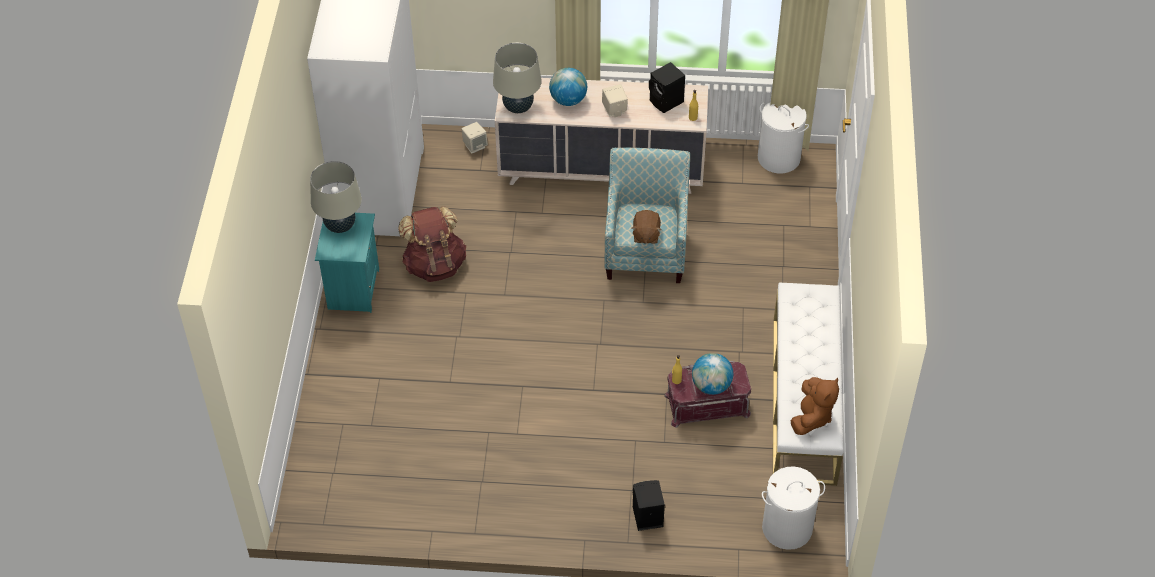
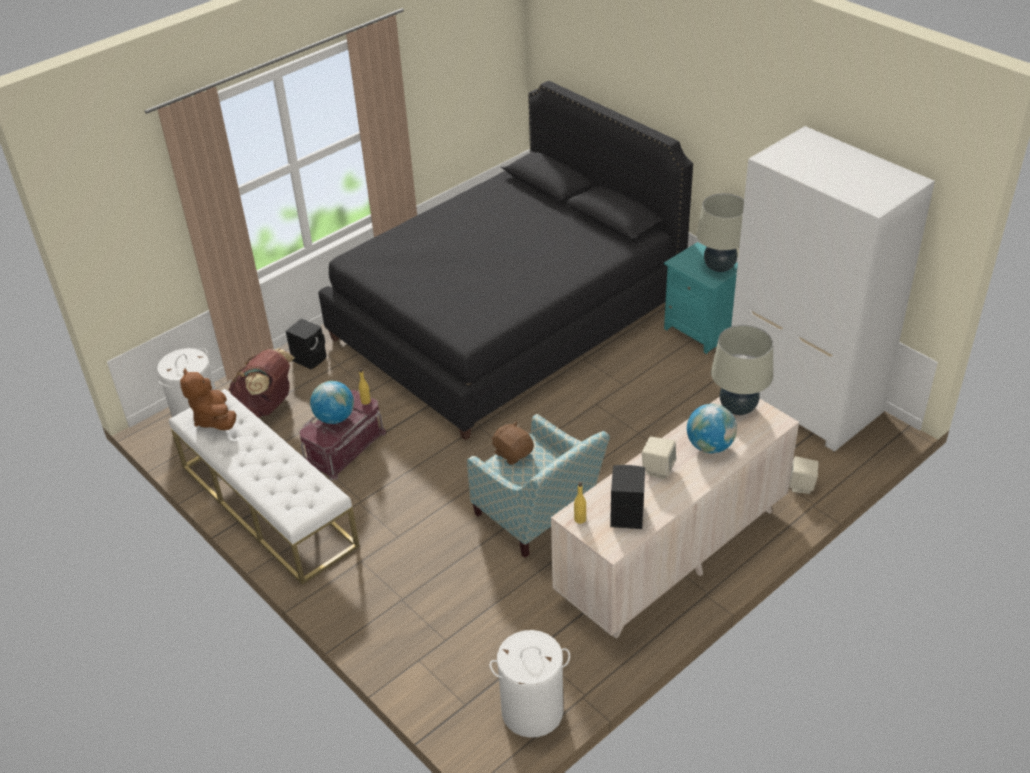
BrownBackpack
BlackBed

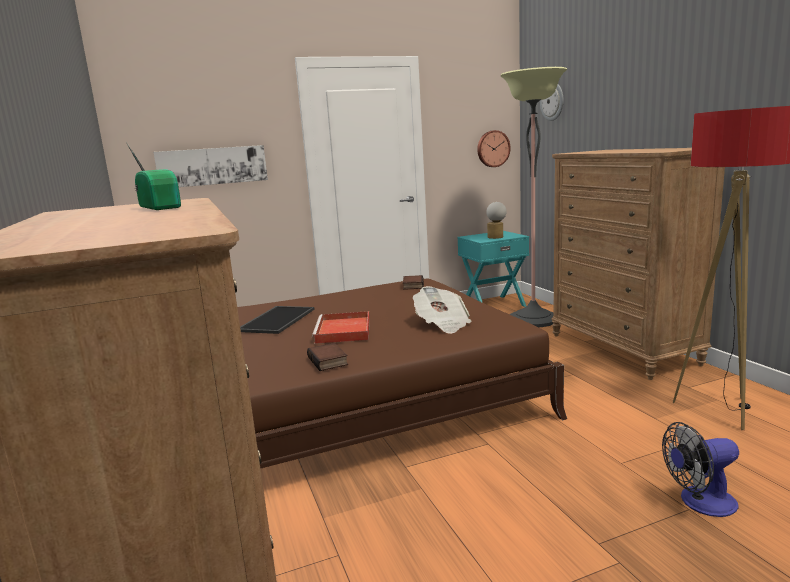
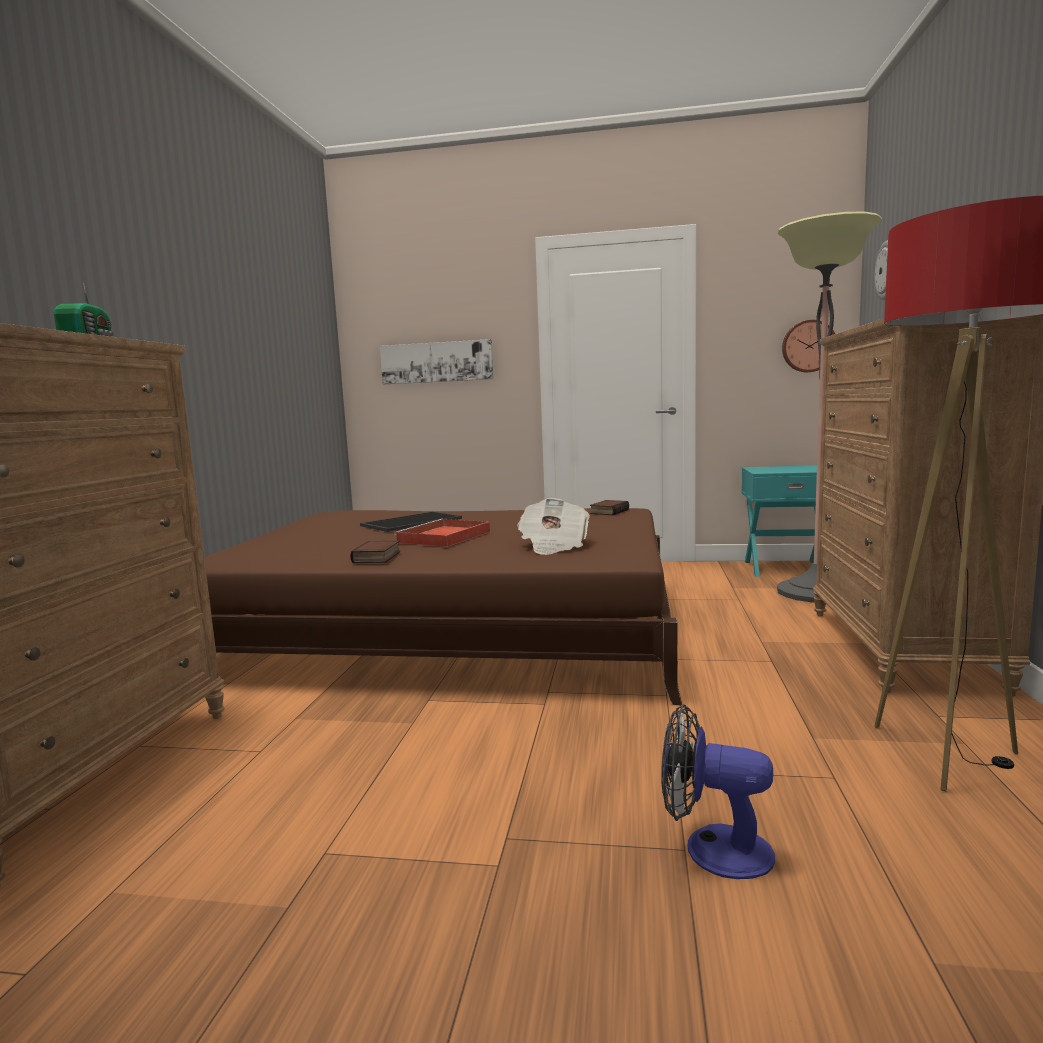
TableLamp

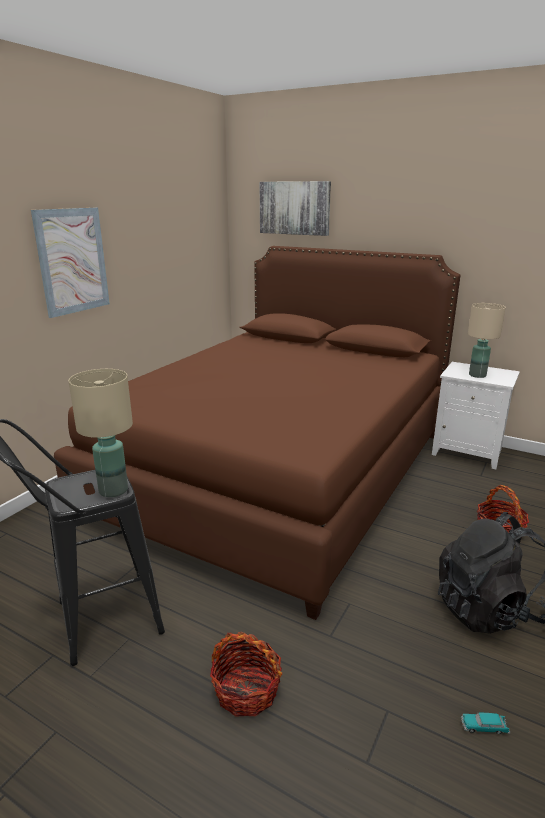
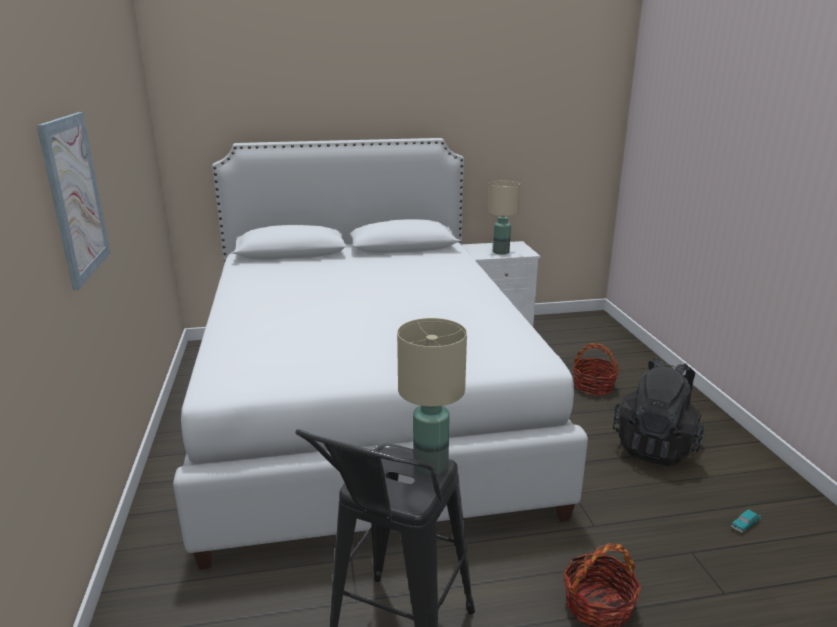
WhiteBed
Picture (no. 2 from left in the first image)

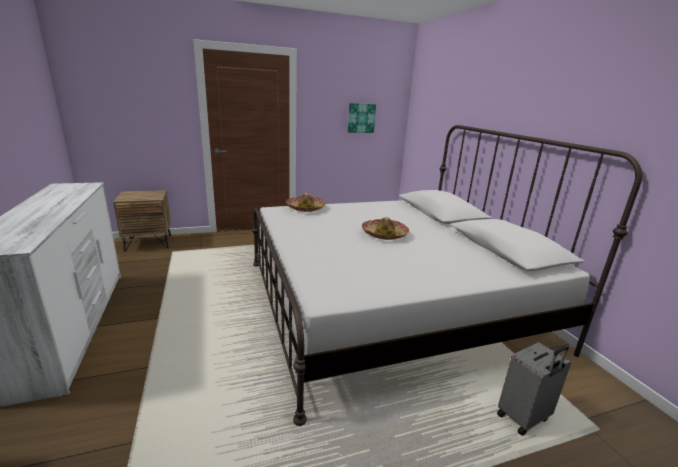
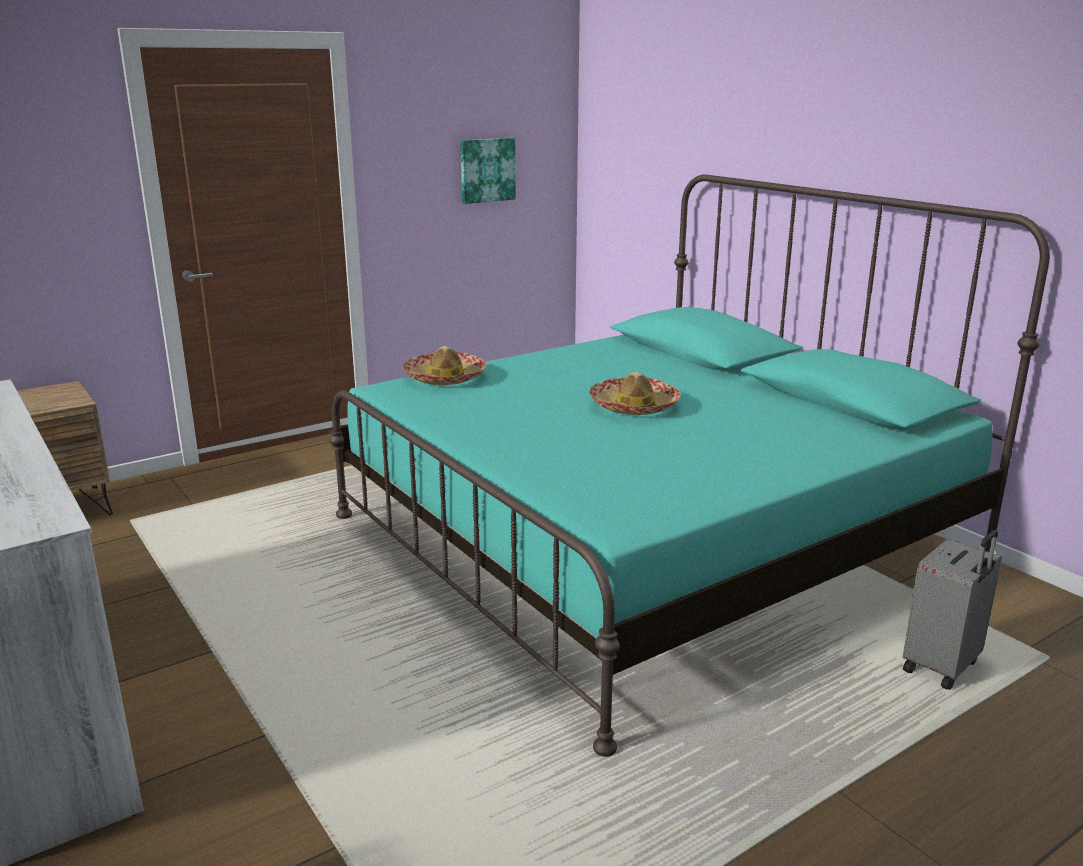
TurquoiseBed

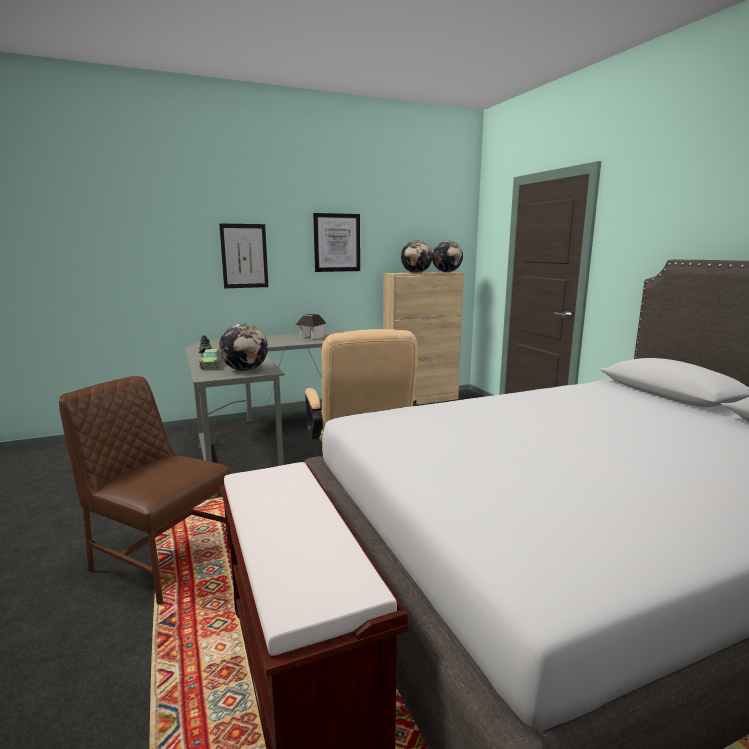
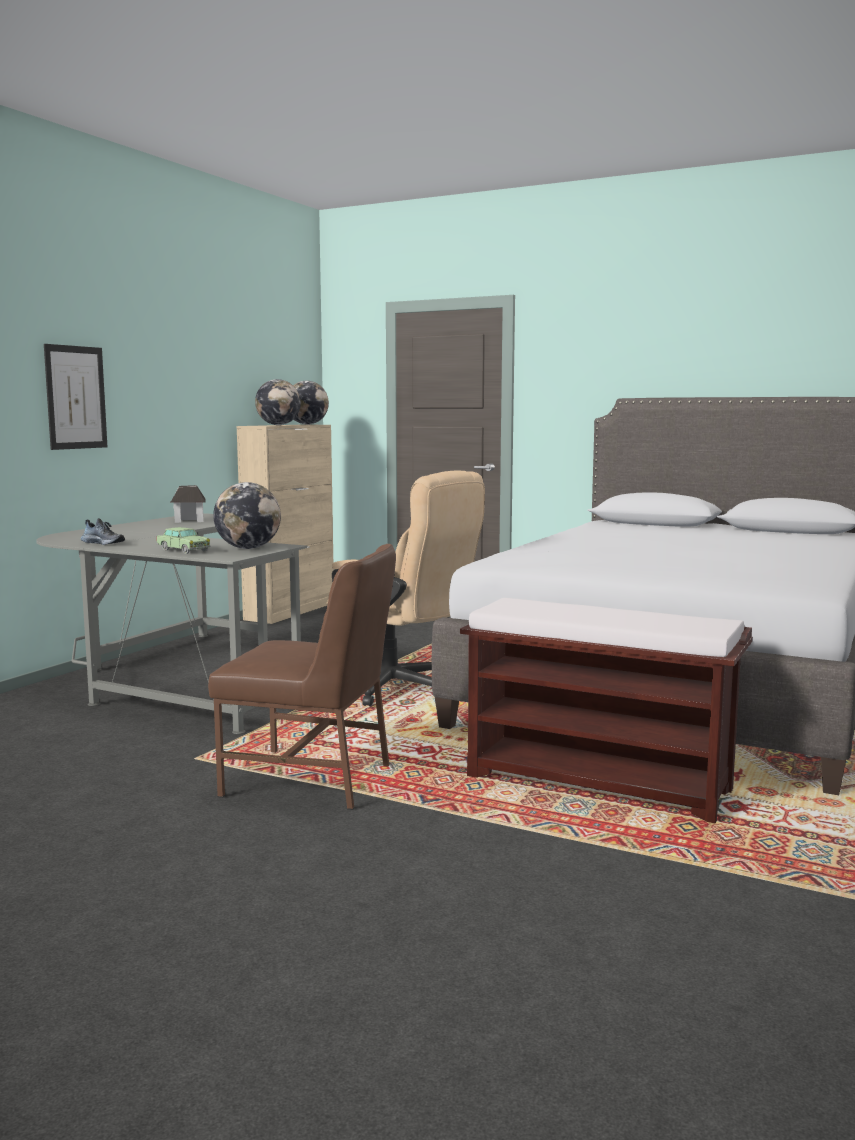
BrownChair
Picture (no. 2 from left in the first image)

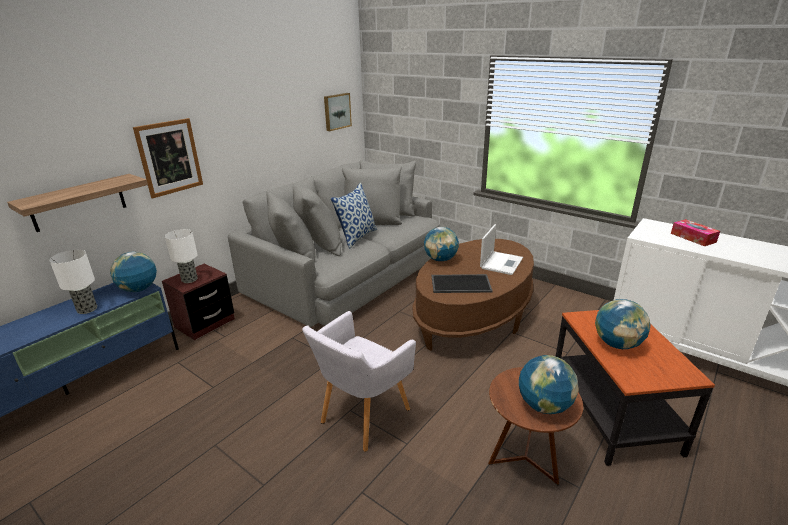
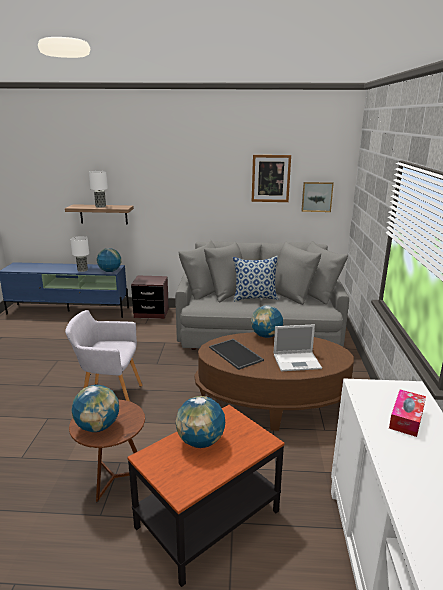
TableLamp (no. 2 from left)
Picture (no. 1 from left)

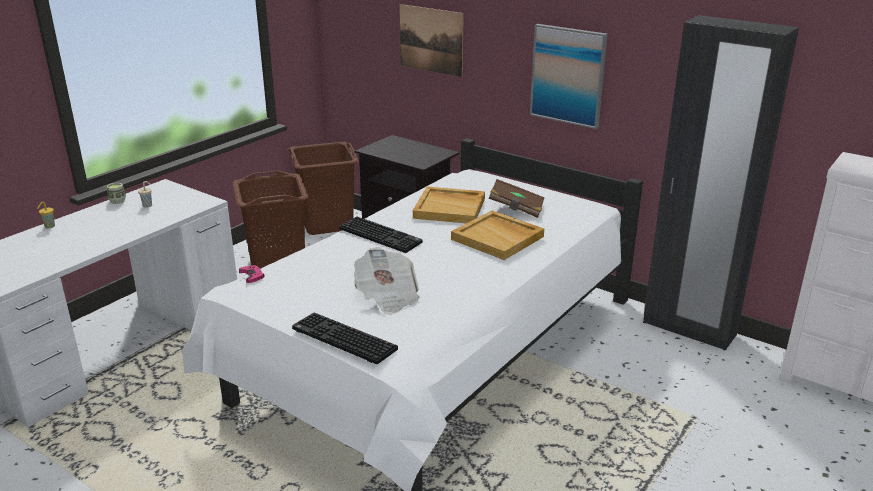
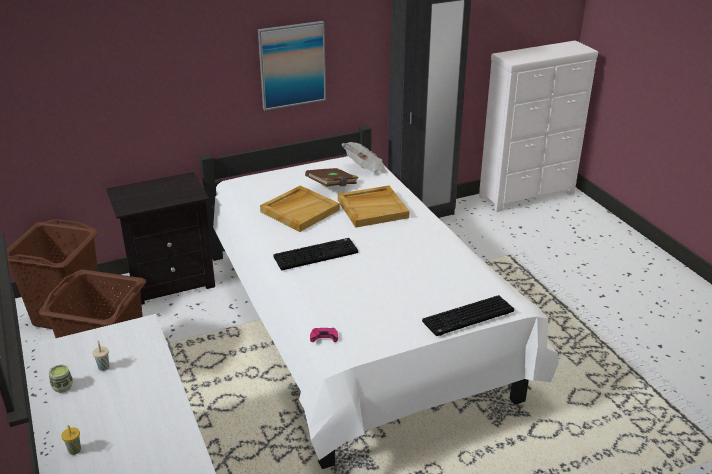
Newspaper
Picture (no. 1 from left in the first image)

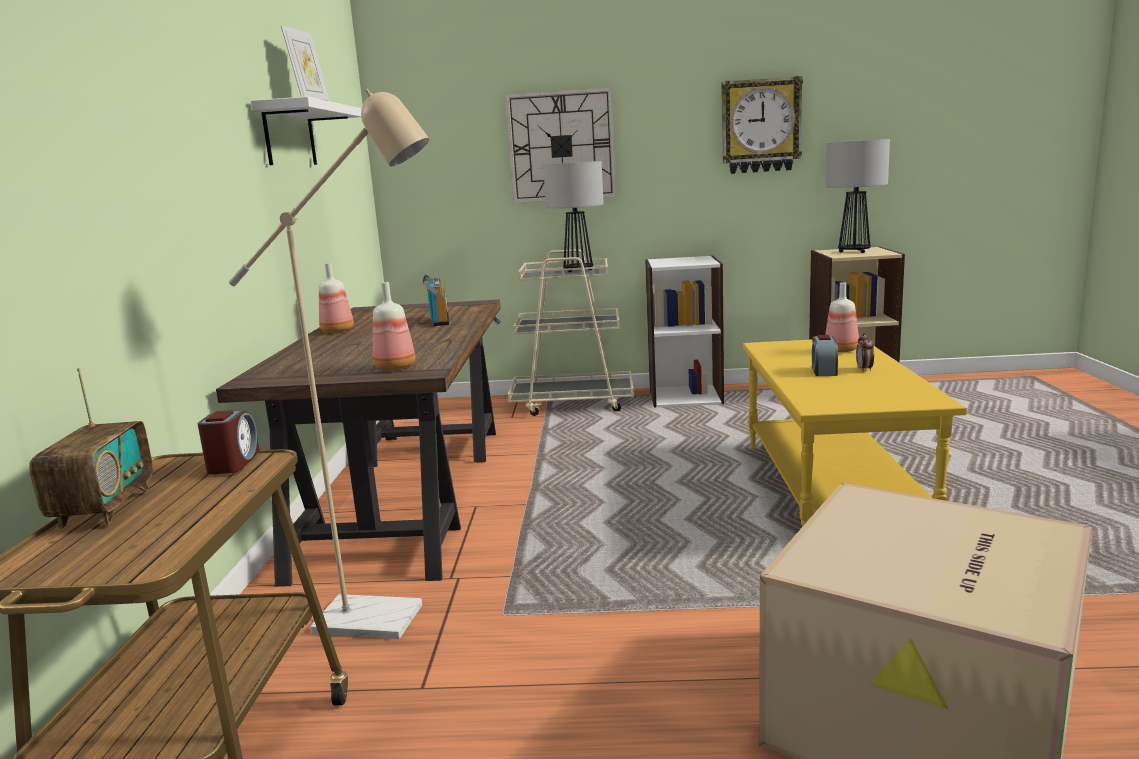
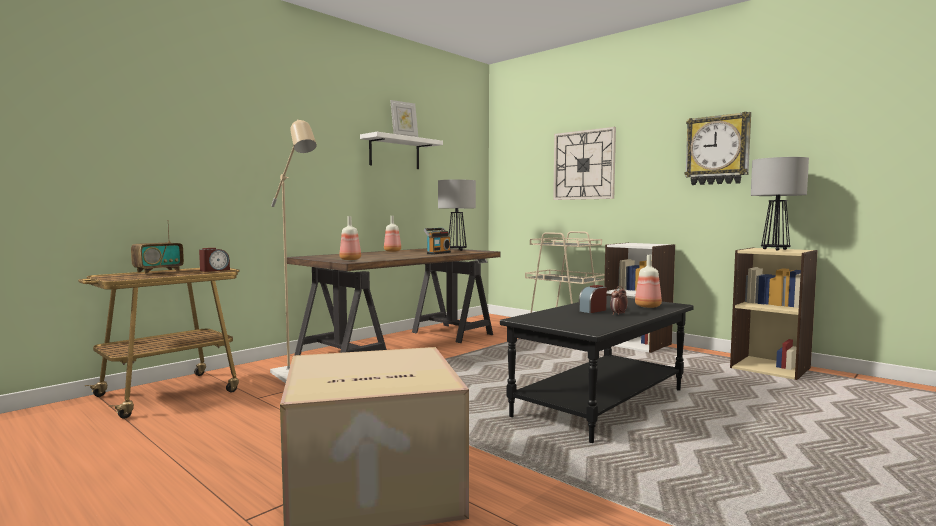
TableLamp (no. 1 from left)
BlackCoffeeTable

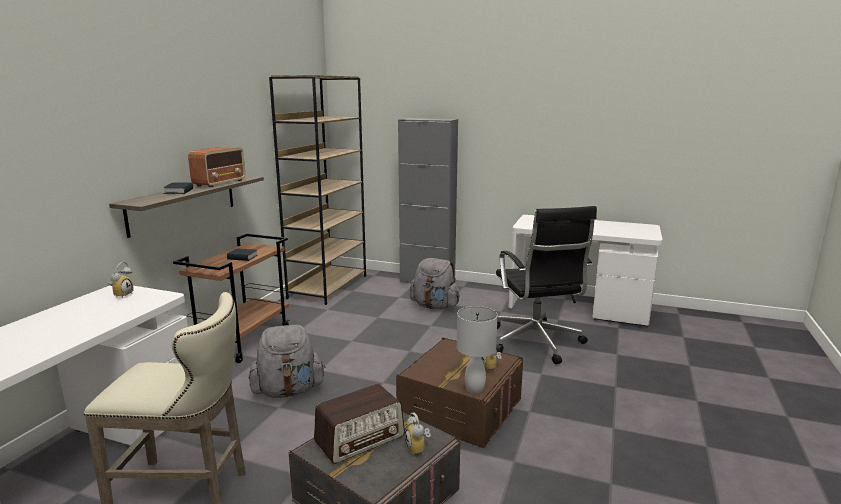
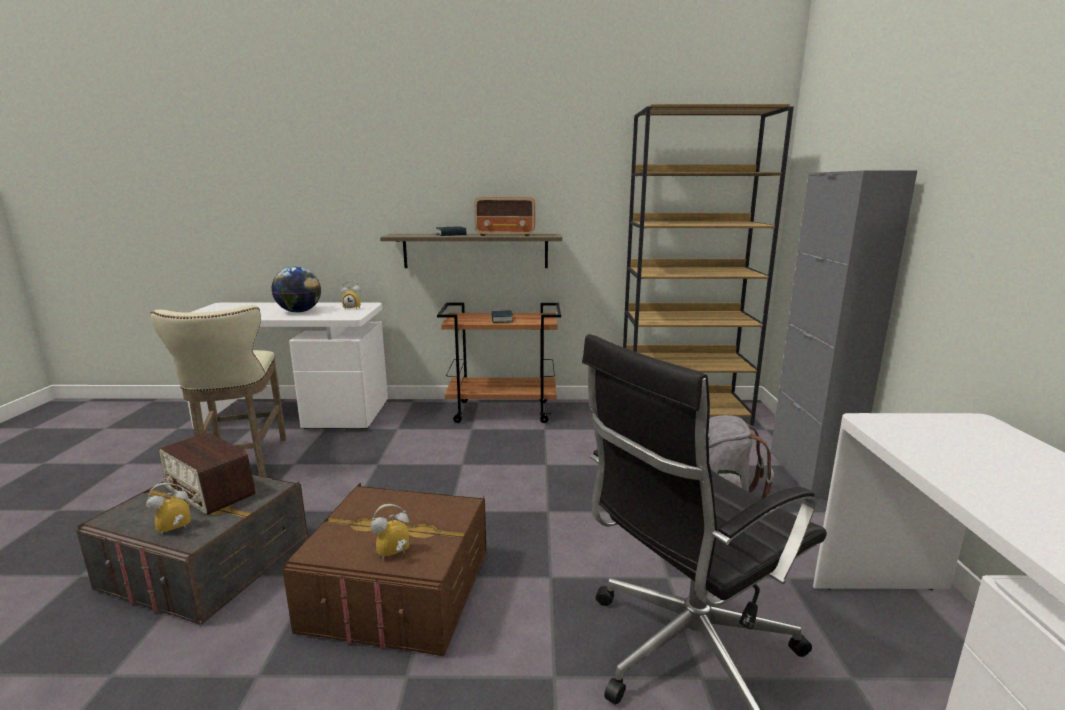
Globe
GreyBackpack (no. 1 from left in the first image)
WhiteTableLamp

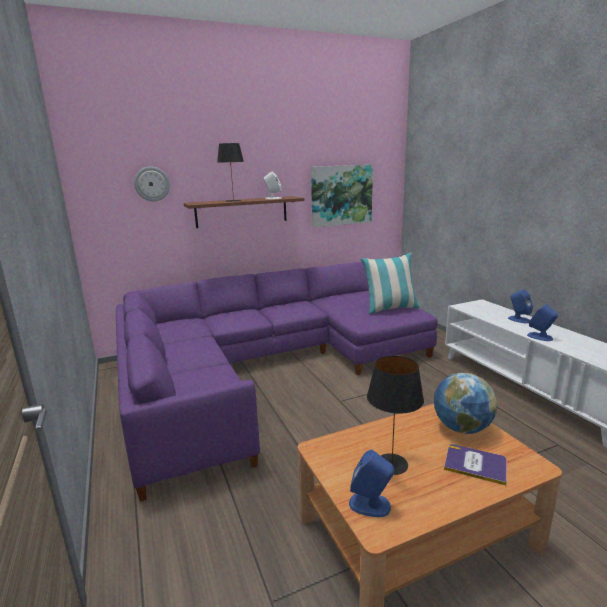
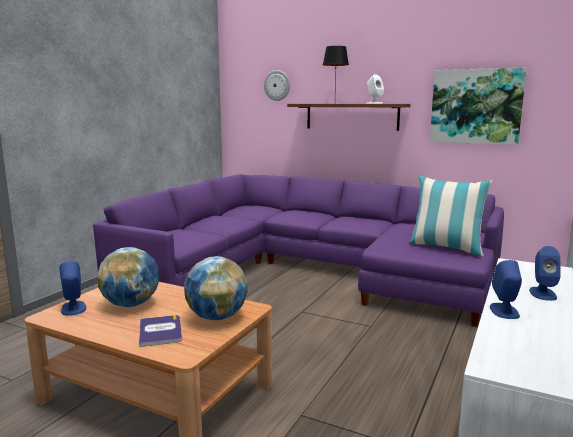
Globe (no. 1 from left)

